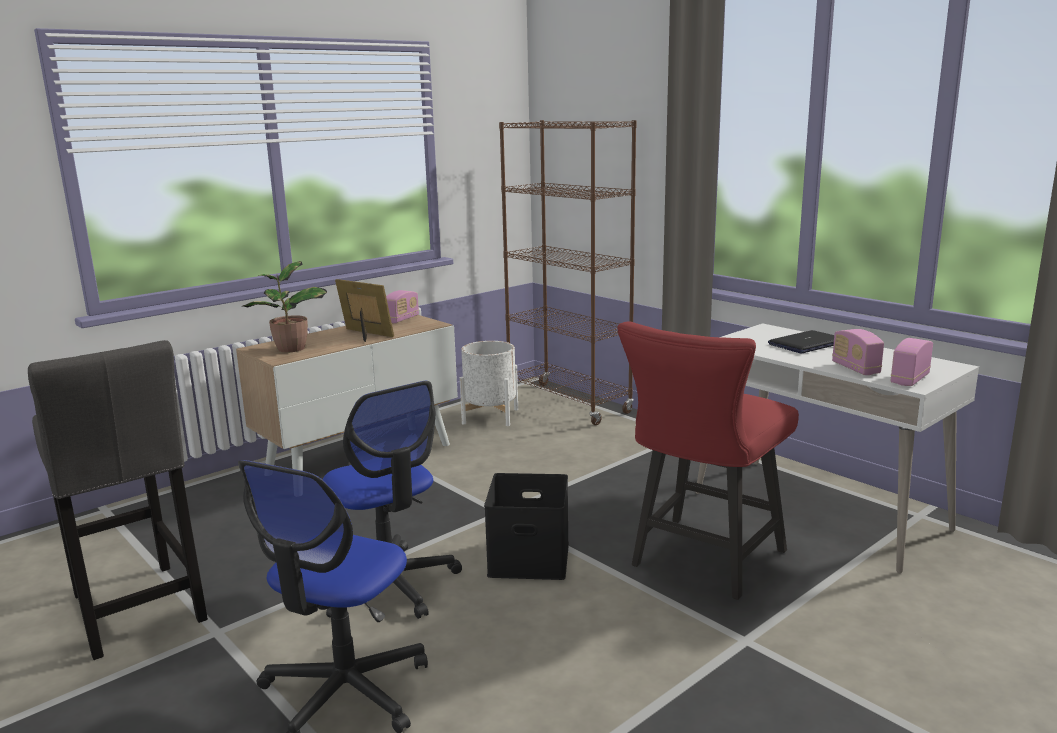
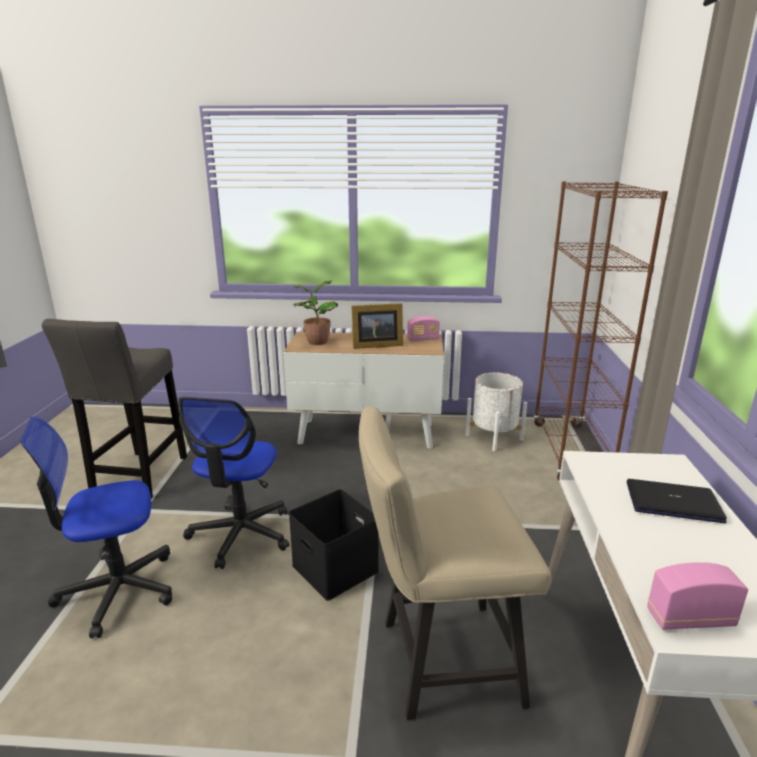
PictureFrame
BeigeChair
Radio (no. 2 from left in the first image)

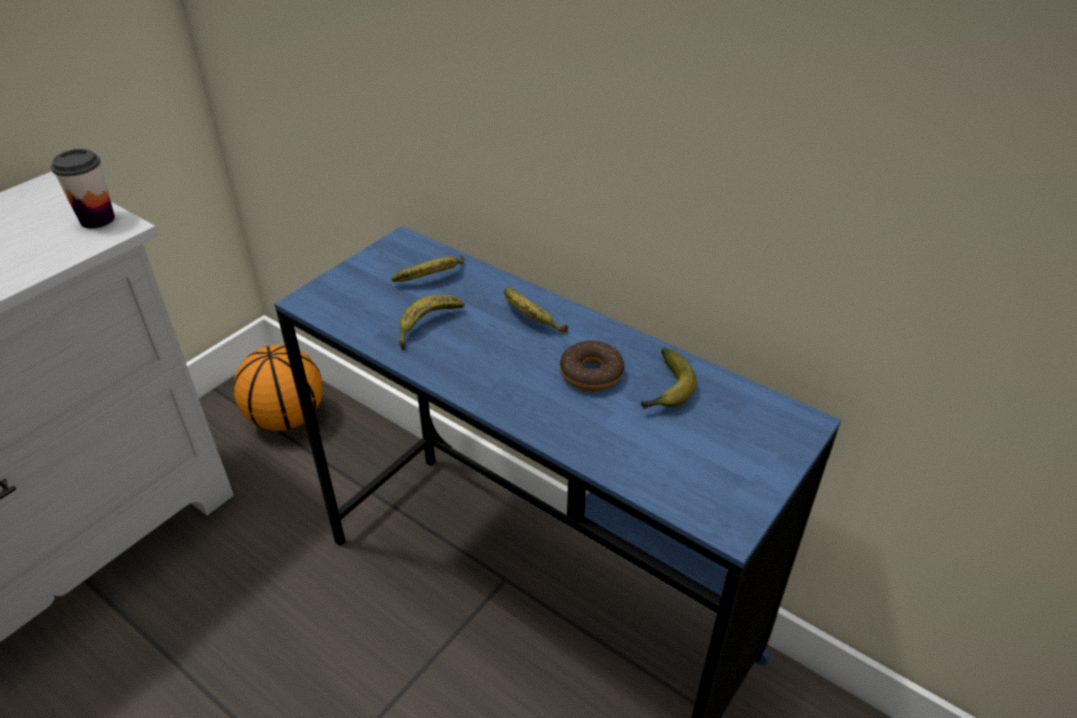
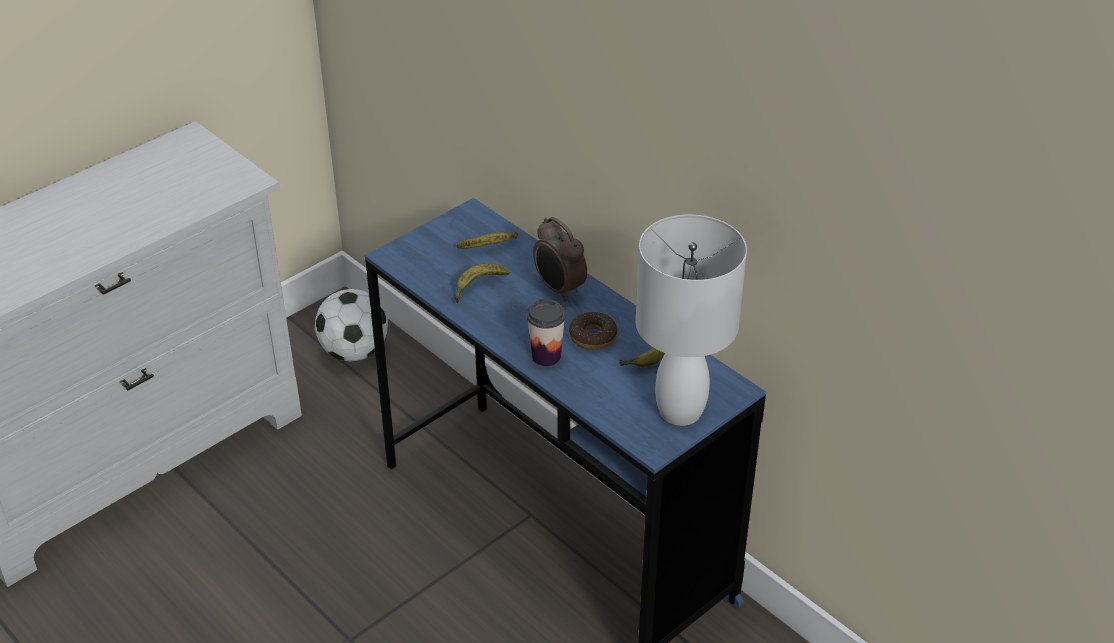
Football
Cup
AlarmClock
WhiteTableLamp

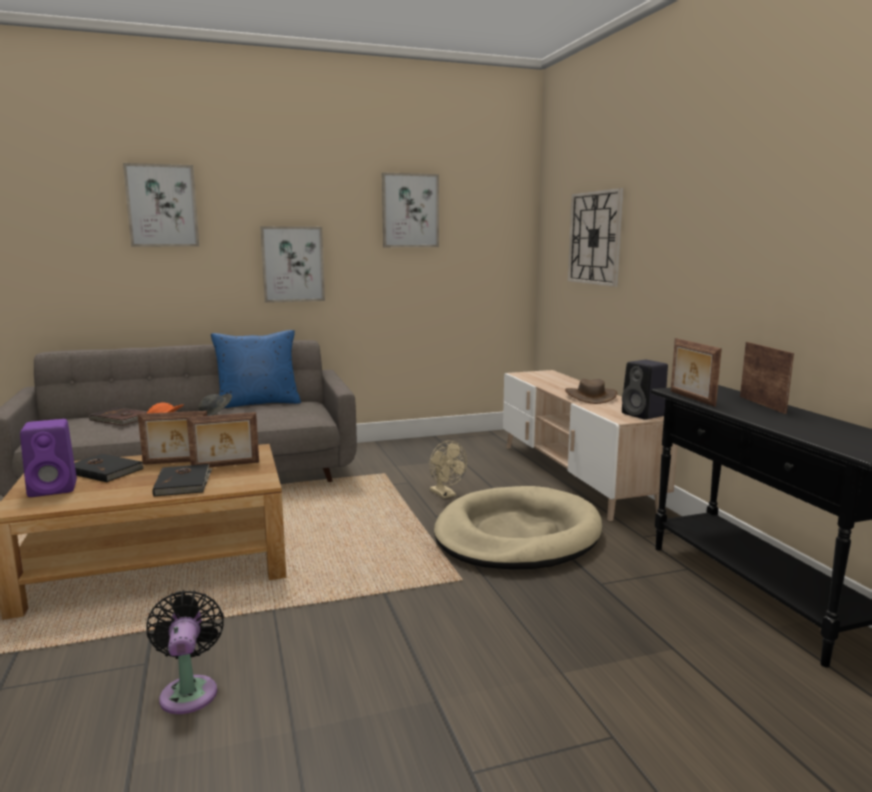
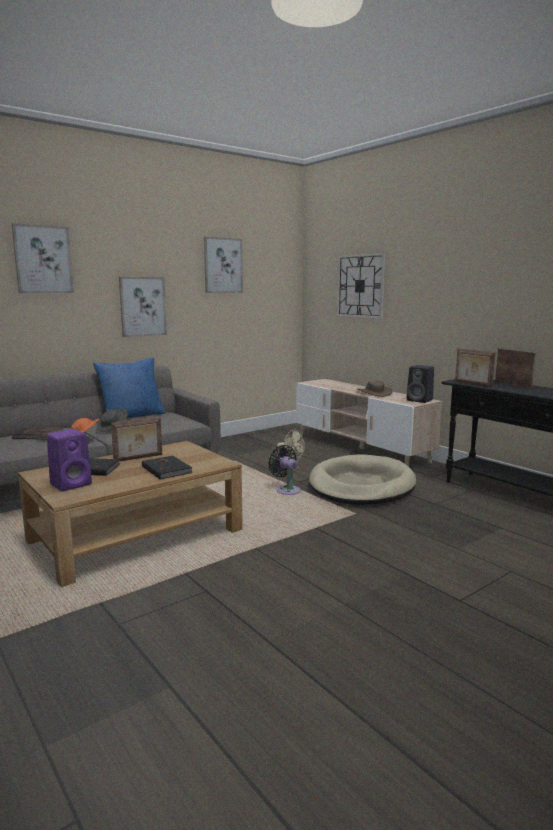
BlackFan
PictureFrame (no. 2 from left in the first image)

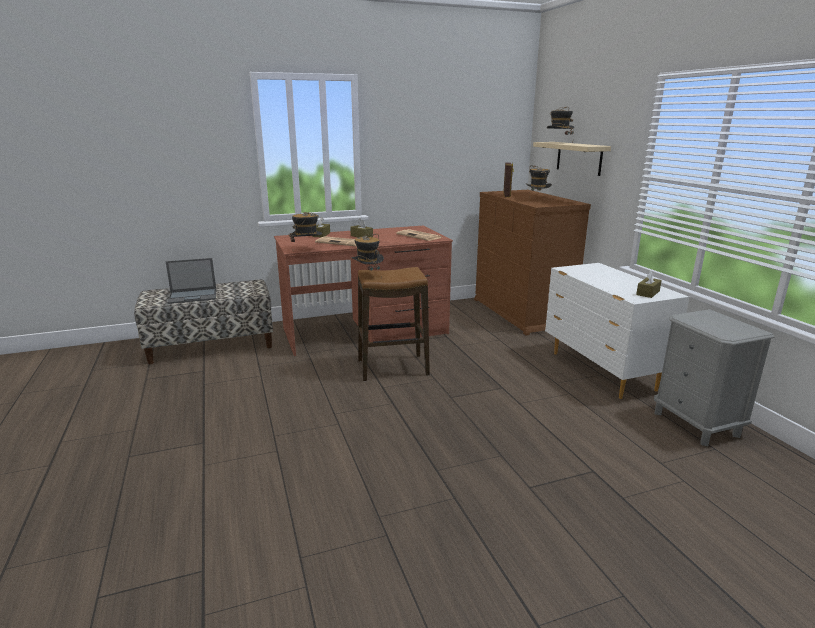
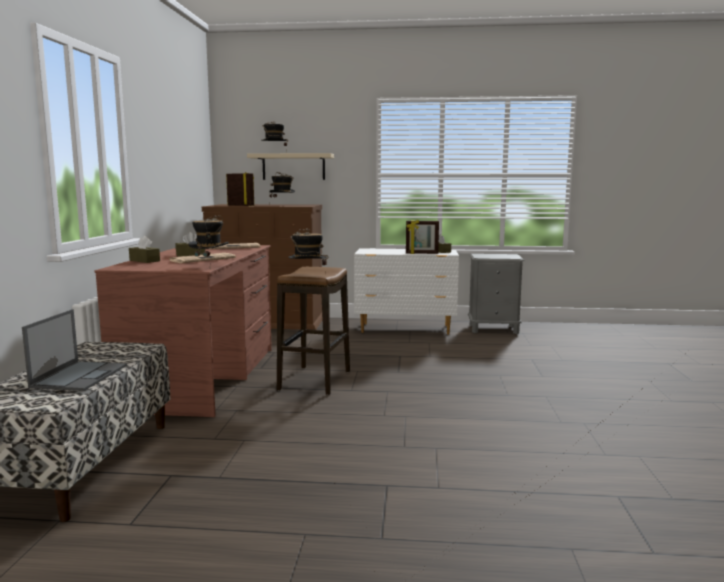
PictureFrame (no. 2 from left)

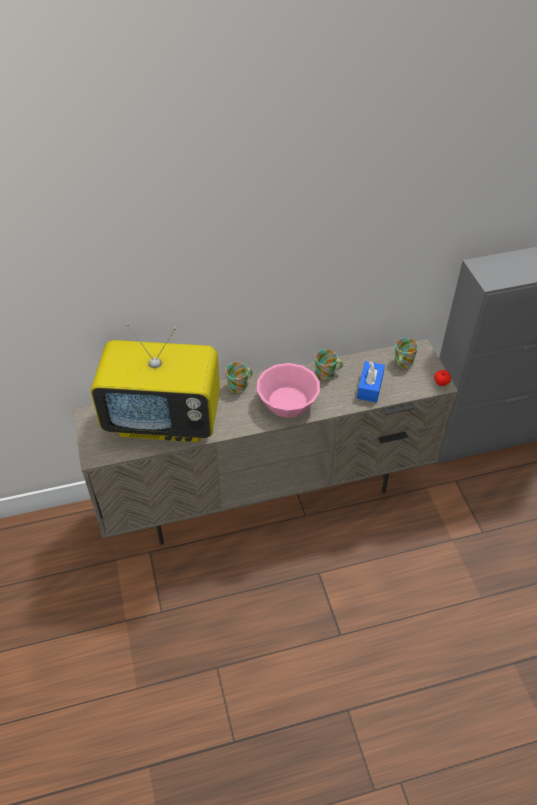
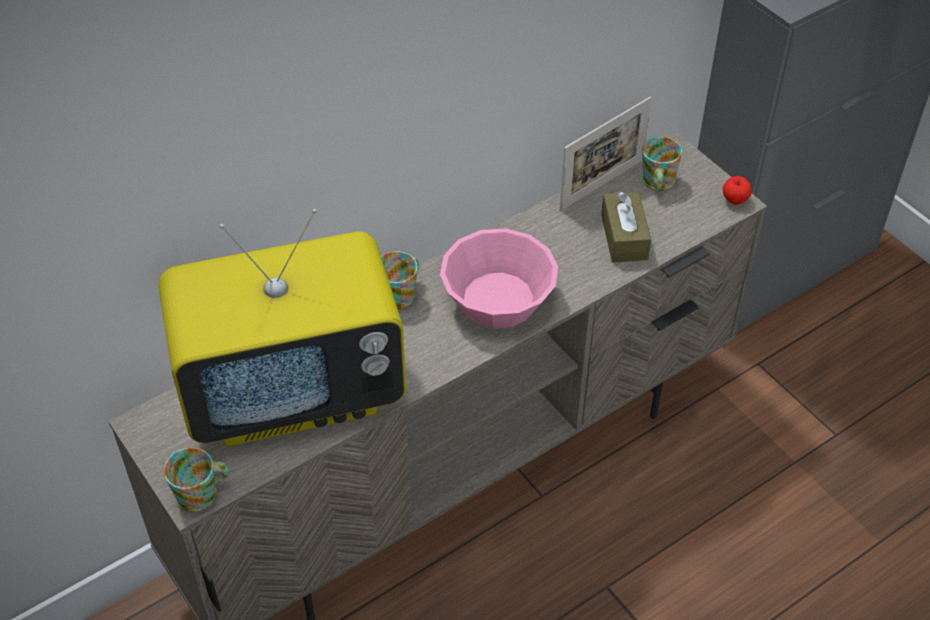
Mug (no. 1 from left)
PictureFrame
BrownTissueBox

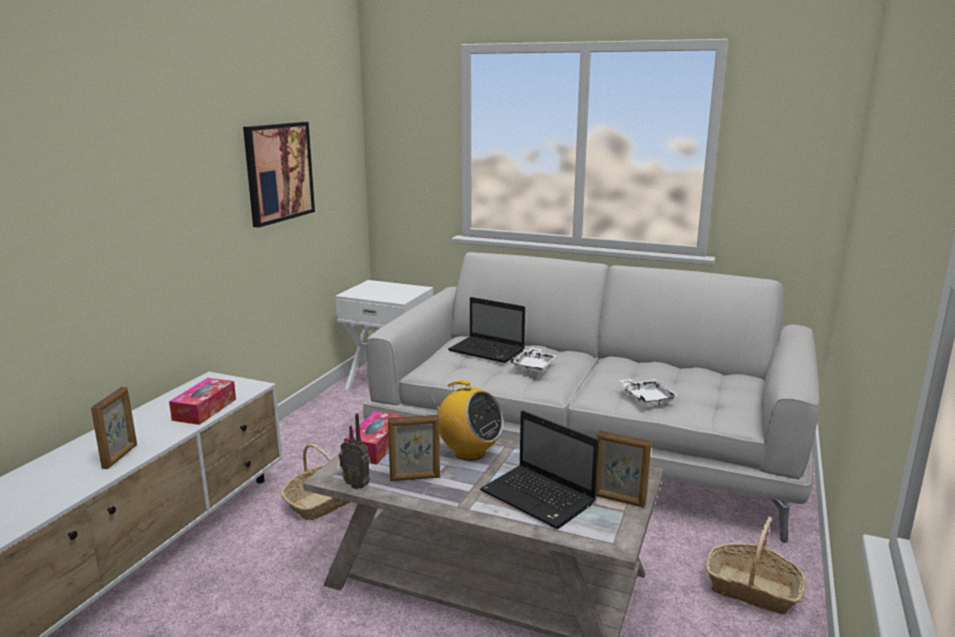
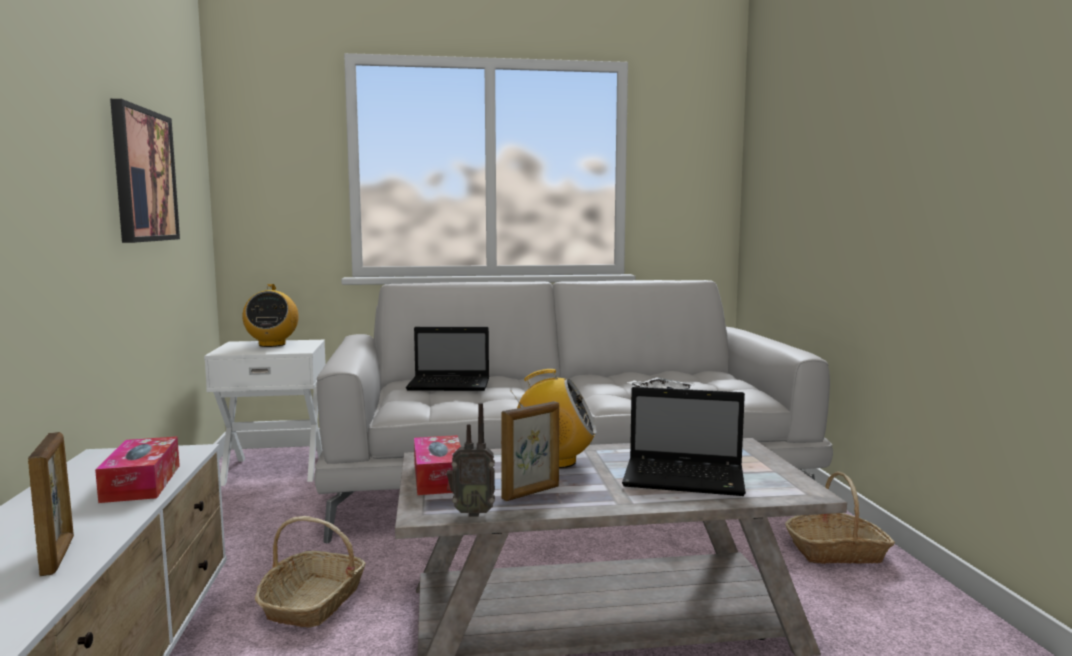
Radio (no. 1 from left)
WhiteTray (no. 1 from left in the first image)
PictureFrame (no. 3 from left in the first image)

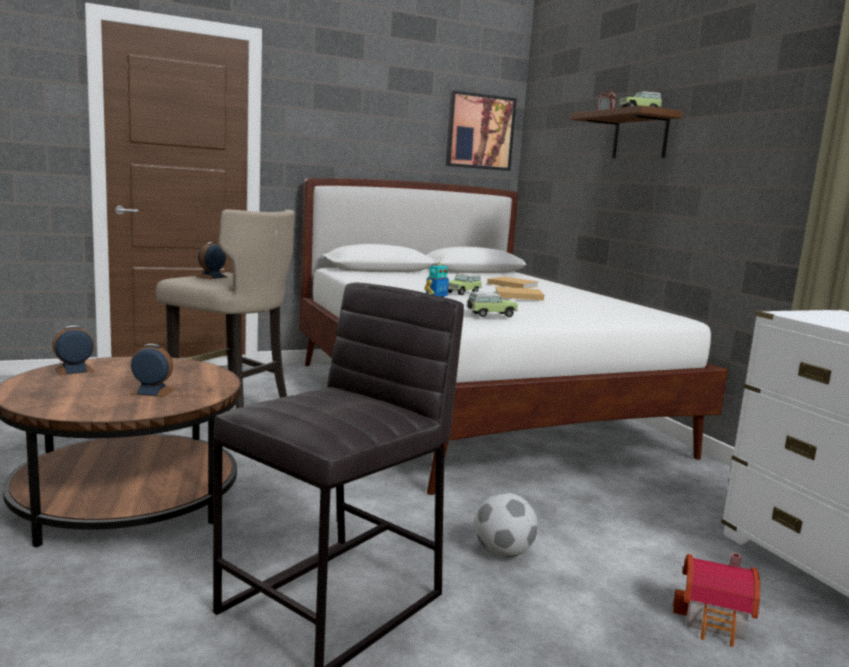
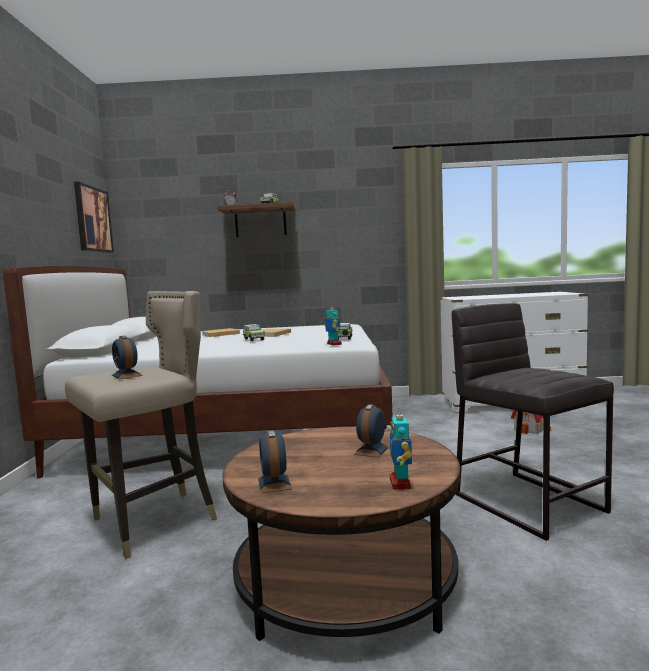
ToyRobot (no. 2 from left)
Football

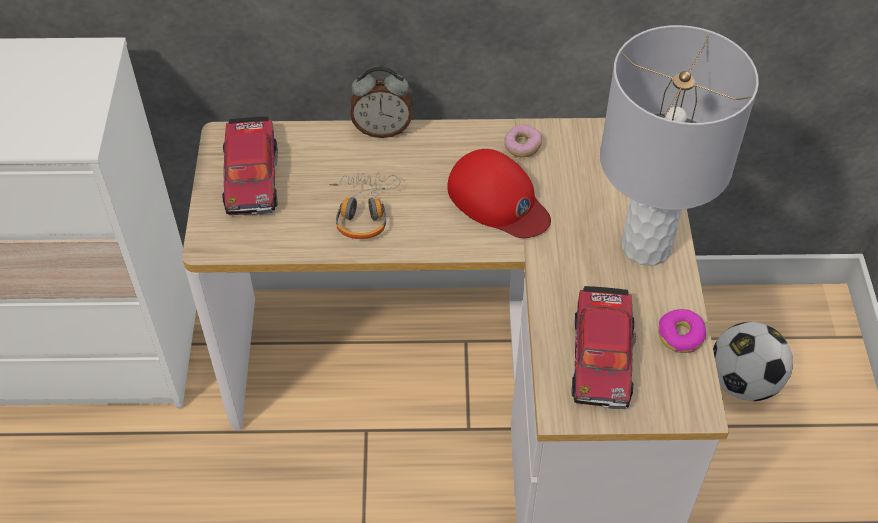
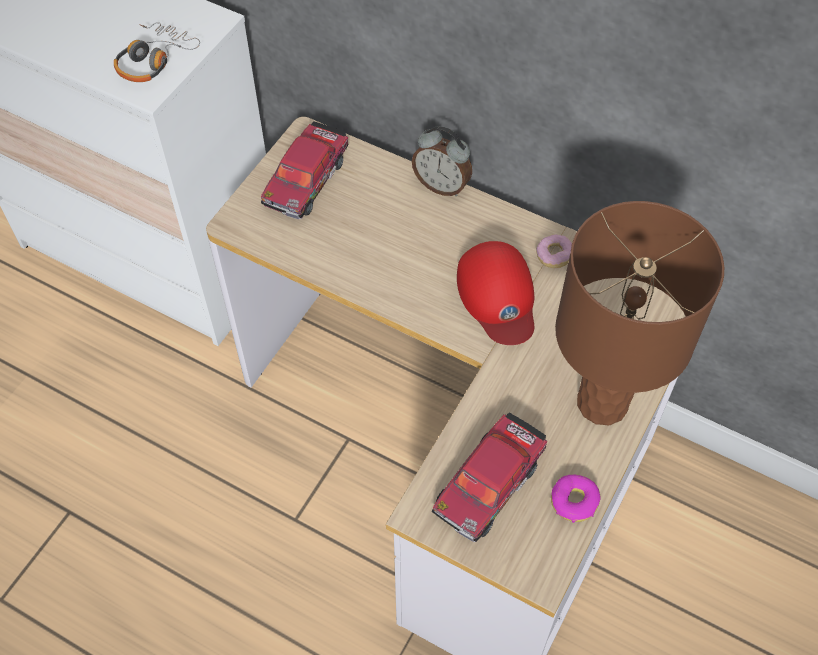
Headphones
BrownTableLamp
Football

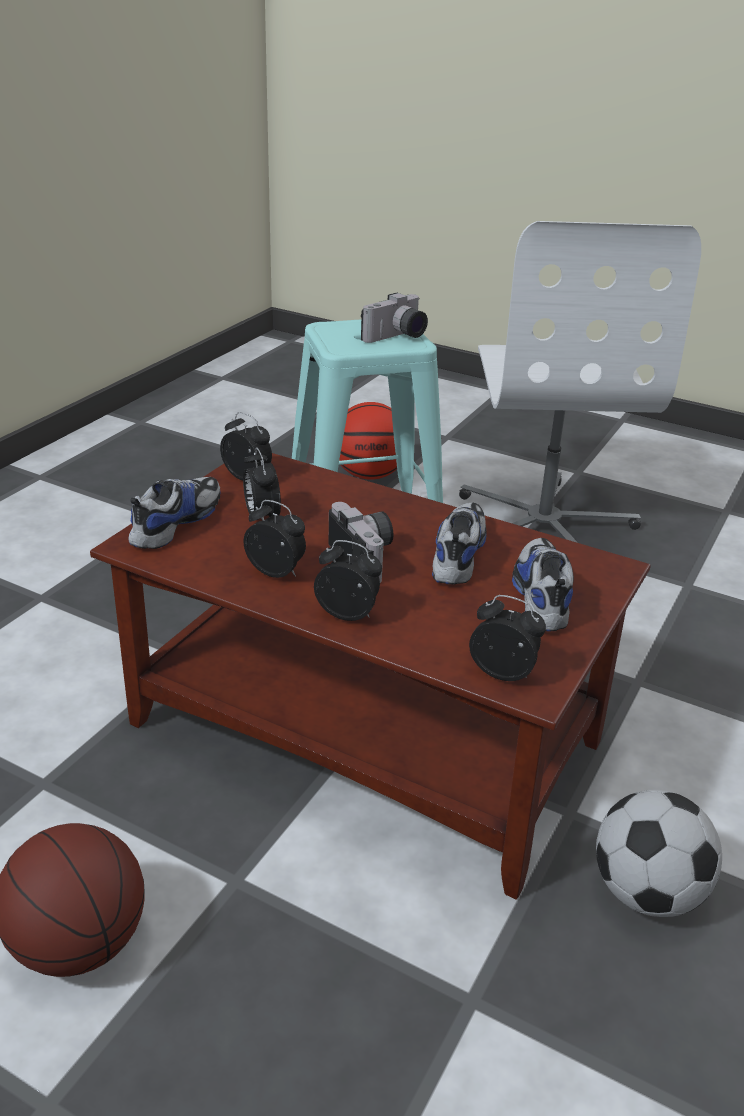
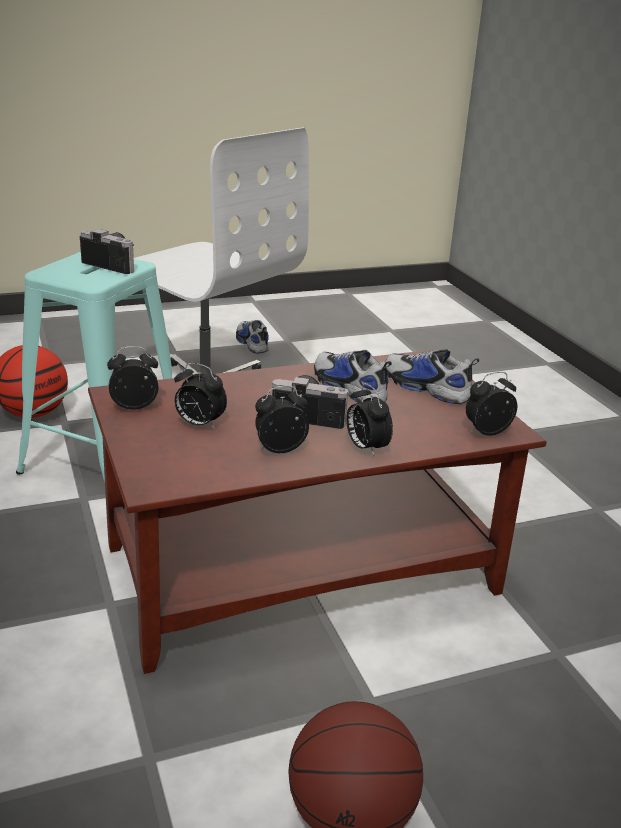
PhotoCamera (no. 1 from left)
Shoe (no. 1 from left)
AlarmClock (no. 4 from left)
Football

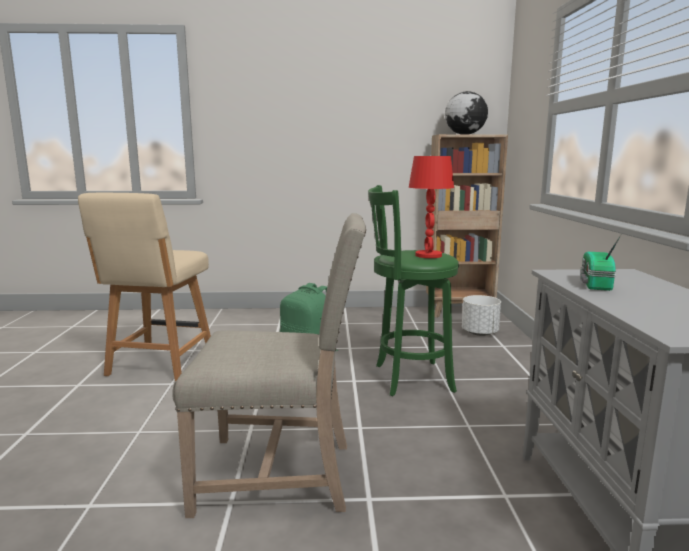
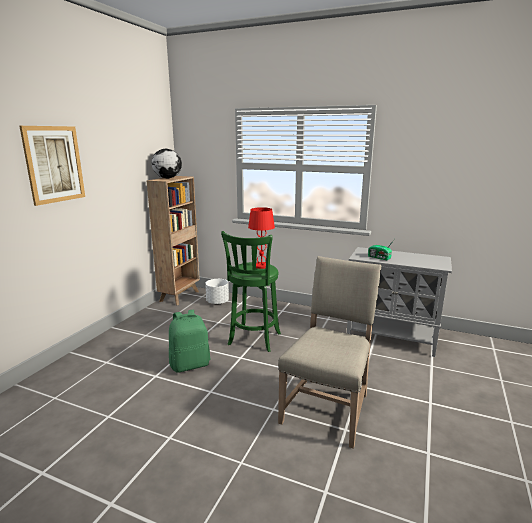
Picture
BeigeChair (no. 1 from left in the first image)

